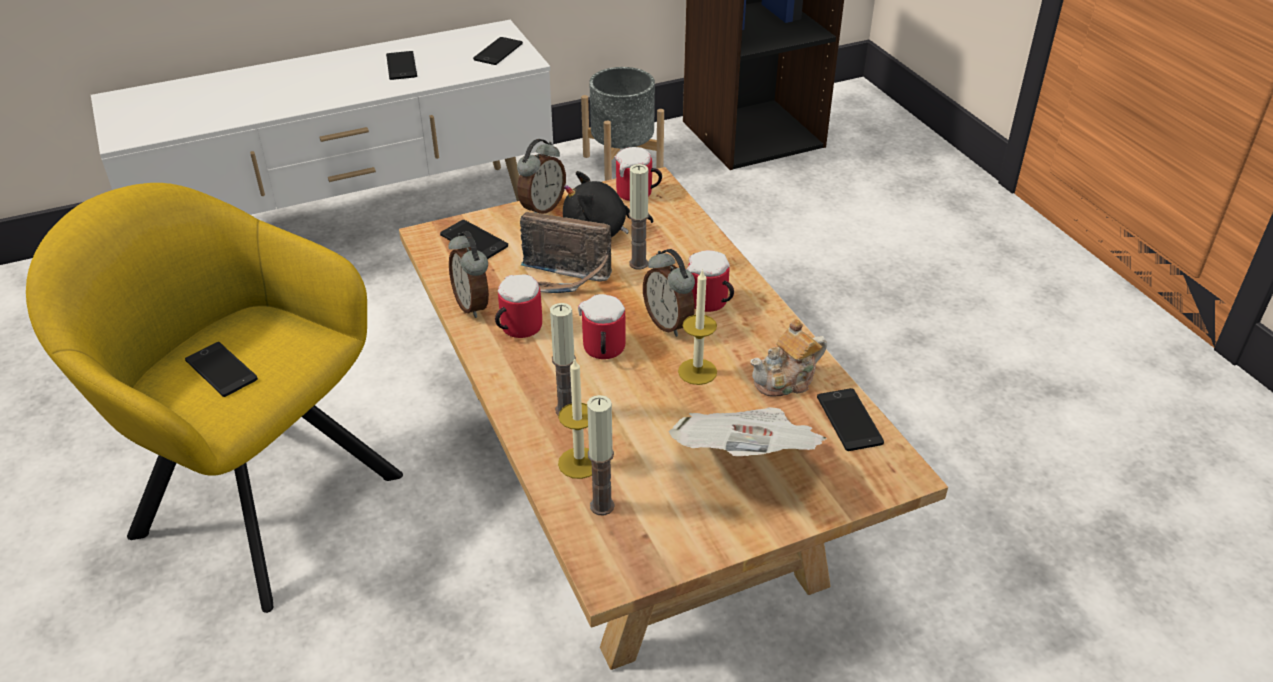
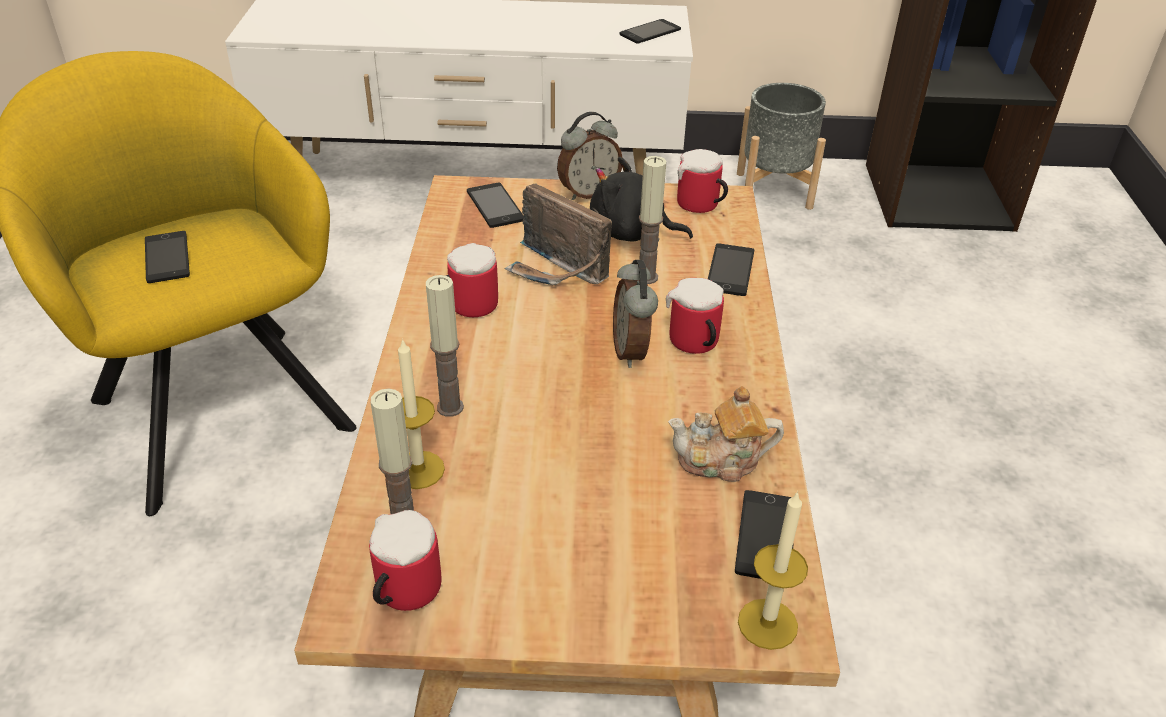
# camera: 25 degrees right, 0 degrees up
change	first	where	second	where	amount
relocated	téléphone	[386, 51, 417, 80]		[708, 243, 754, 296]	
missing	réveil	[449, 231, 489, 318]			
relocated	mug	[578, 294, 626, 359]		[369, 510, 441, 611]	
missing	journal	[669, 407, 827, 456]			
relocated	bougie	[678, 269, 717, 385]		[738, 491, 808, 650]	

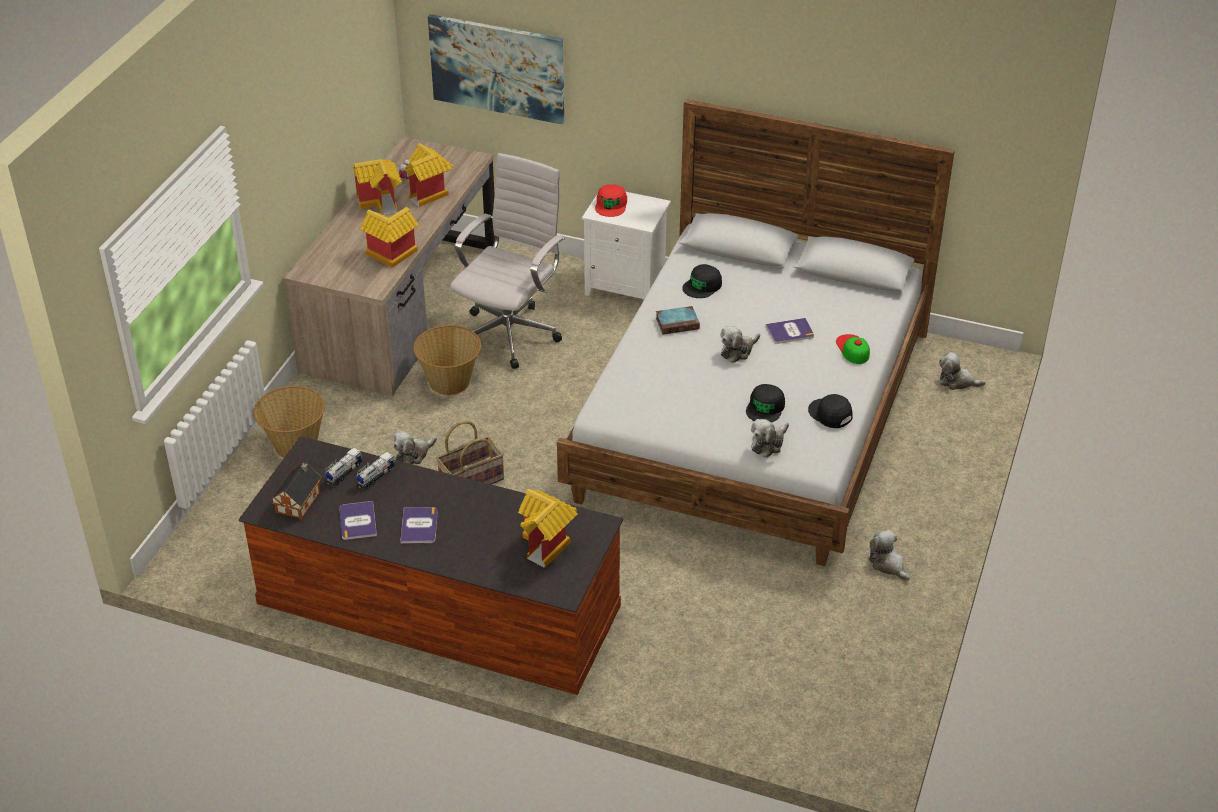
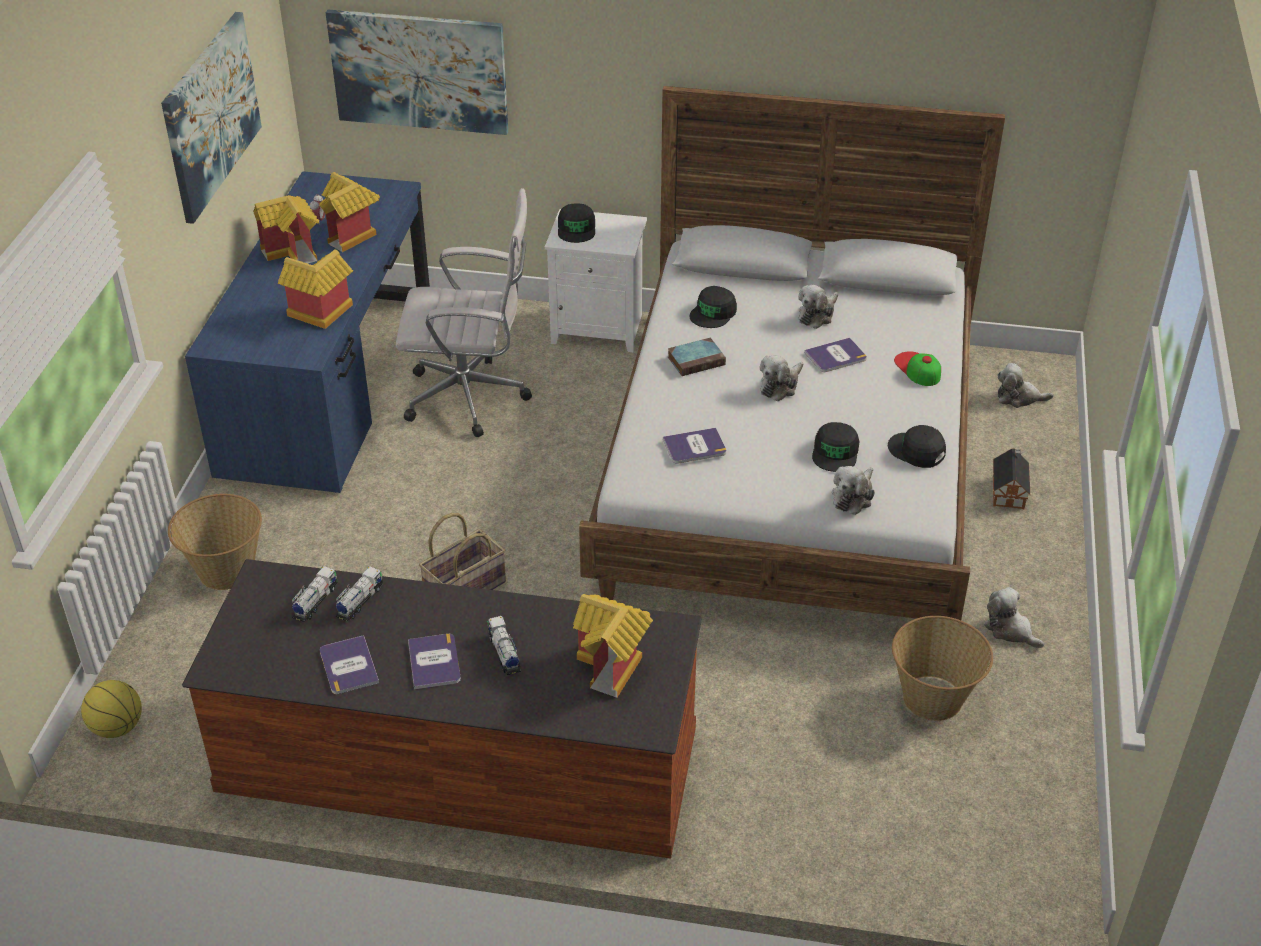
# camera: 10 degrees left, 0 degrees up
change	first	where	second	where	amount
relocated	maison miniature	[271, 462, 321, 519]		[993, 448, 1030, 509]	
colour	bureau (marron)	[284, 136, 495, 396]	bureau (bleu)	[185, 171, 430, 493]	
relocated	peluche	[393, 431, 437, 464]		[798, 285, 838, 329]	
relocated	panier	[413, 325, 481, 395]		[892, 616, 993, 721]	
spun	chaise de bureau (blanc)	[450, 153, 565, 369]		[396, 188, 532, 437]	75 degrees clockwise
colour	casquette (rouge)	[595, 184, 627, 217]	casquette (noir)	[558, 203, 595, 243]	
appeared			ballon de basket	[81, 680, 142, 738]	
appeared			tableau	[161, 12, 262, 224]	
appeared			camion jouet	[487, 616, 521, 675]	
appeared			livre	[663, 428, 726, 464]	

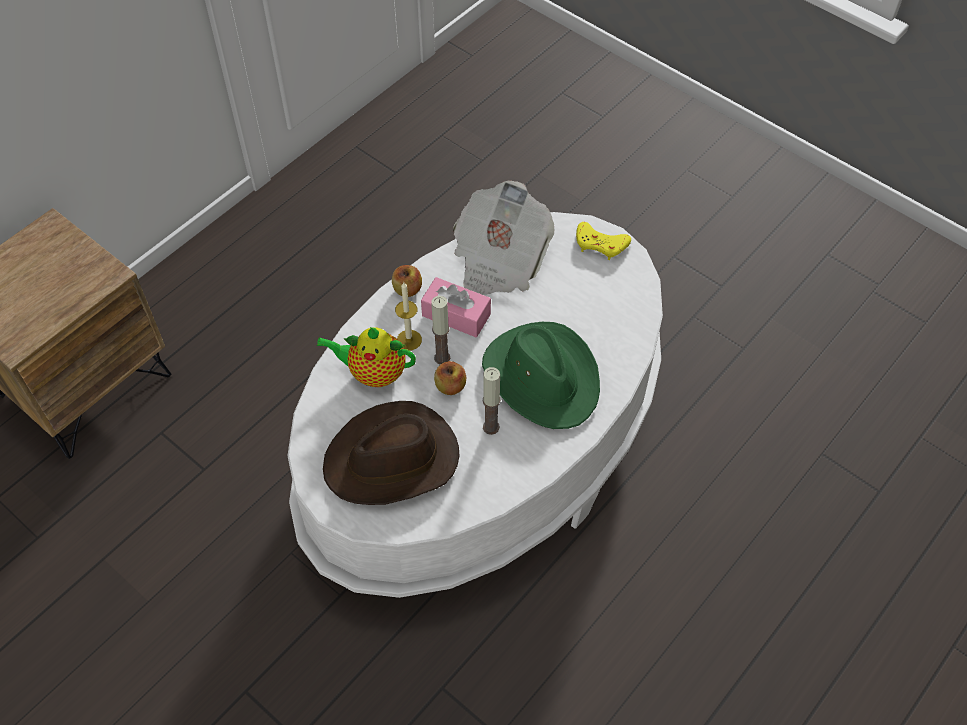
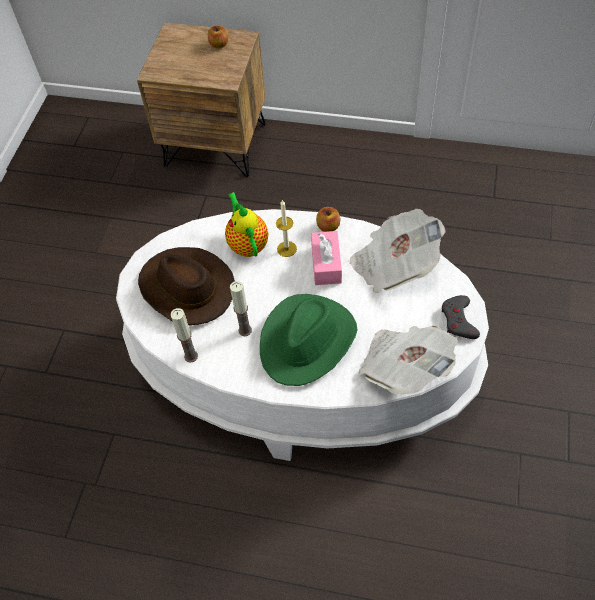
# camera: 65 degrees right, 0 degrees up
change	first	where	second	where	amount
relocated	bougie	[431, 296, 450, 365]		[170, 308, 198, 363]	
relocated	pomme	[434, 361, 466, 395]		[208, 26, 228, 49]	
colour	manette (jaune)	[576, 222, 631, 260]	manette (gris)	[442, 295, 480, 339]	
appeared			journal	[358, 326, 458, 394]	

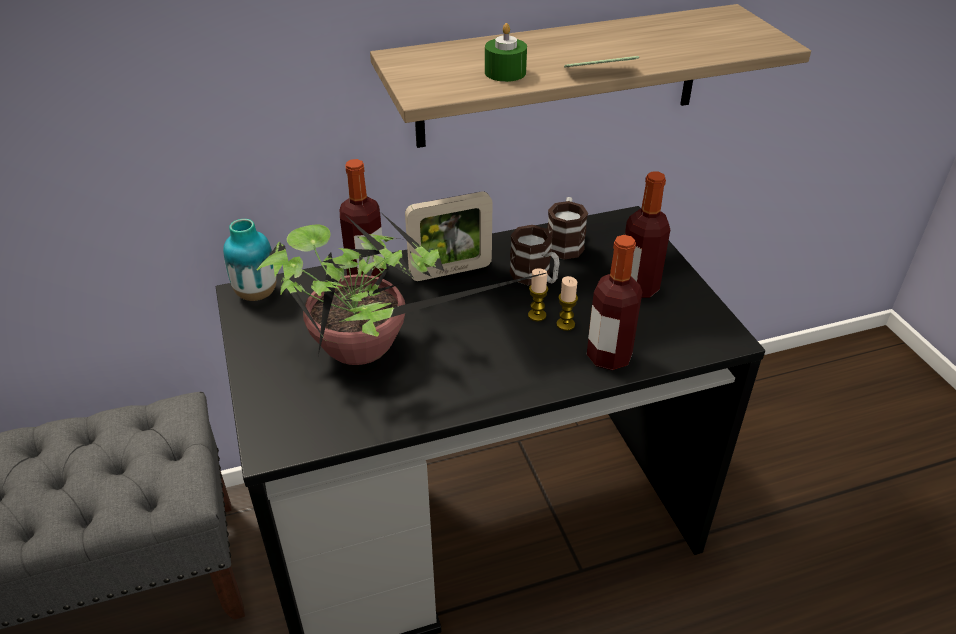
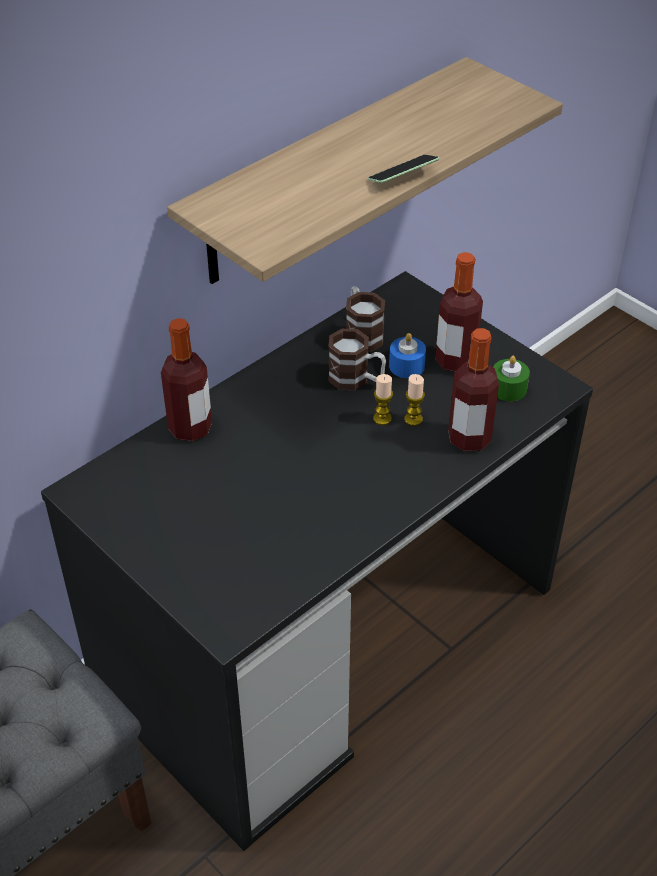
# camera: 25 degrees left, 5 degrees up
change	first	where	second	where	amount
missing	vase	[223, 219, 277, 301]			
missing	plante en pot	[257, 215, 557, 365]			
missing	cadre photo	[405, 191, 493, 281]			
relocated	bougie (vert)	[485, 23, 527, 82]		[494, 356, 530, 401]	
appeared			bougie (bleu)	[389, 333, 426, 378]	

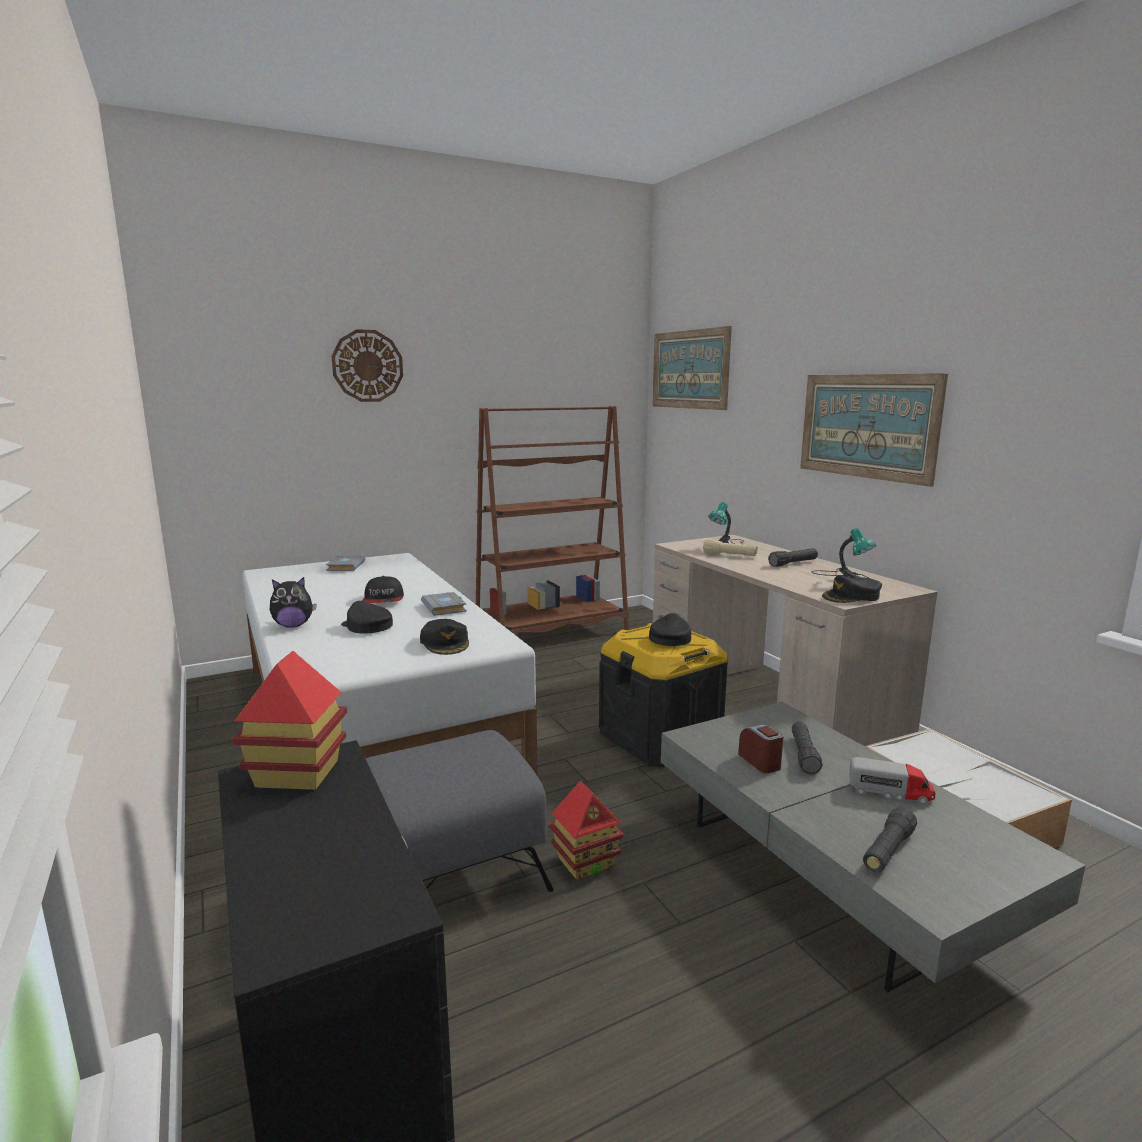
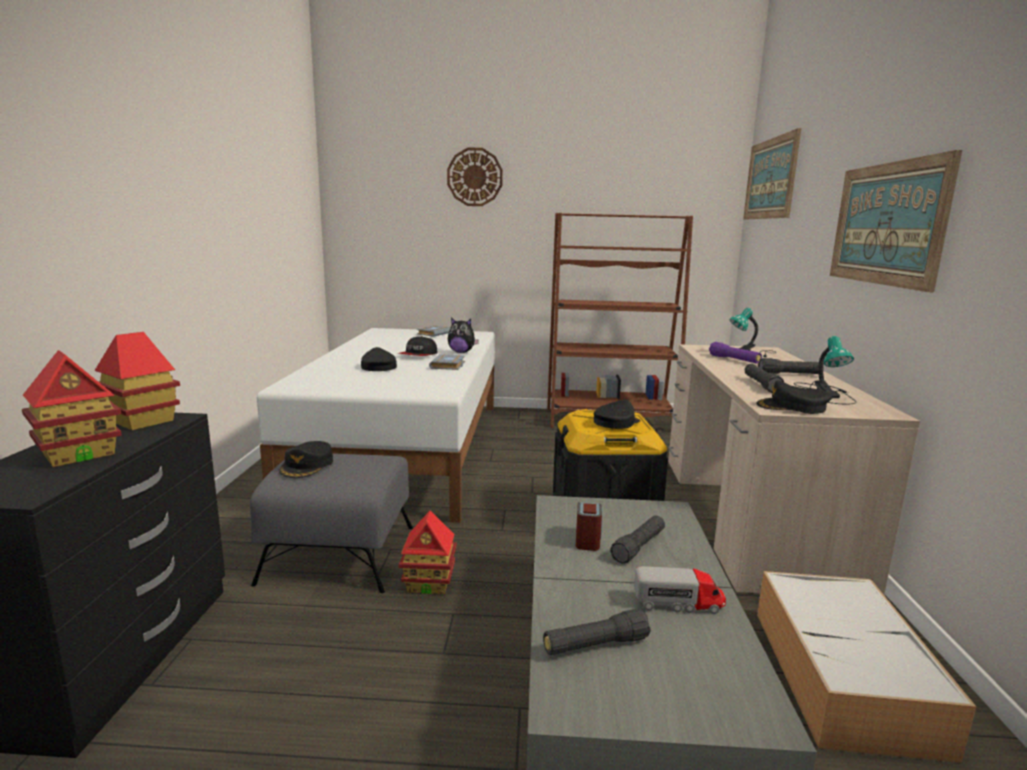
# camera: 30 degrees right, 0 degrees up
change	first	where	second	where	amount
relocated	peluche	[270, 577, 317, 628]		[448, 318, 479, 353]	
relocated	casquette (noir)	[420, 619, 469, 655]		[279, 441, 333, 478]	
colour	lampe de poche (beige)	[703, 539, 758, 556]	lampe de poche (violet)	[709, 342, 762, 364]	
spun	camion jouet	[849, 757, 935, 805]		[634, 566, 726, 614]	45 degrees counterclockwise
appeared			maison miniature	[22, 350, 122, 467]	
appeared			lampe de poche (noir)	[745, 364, 784, 393]	

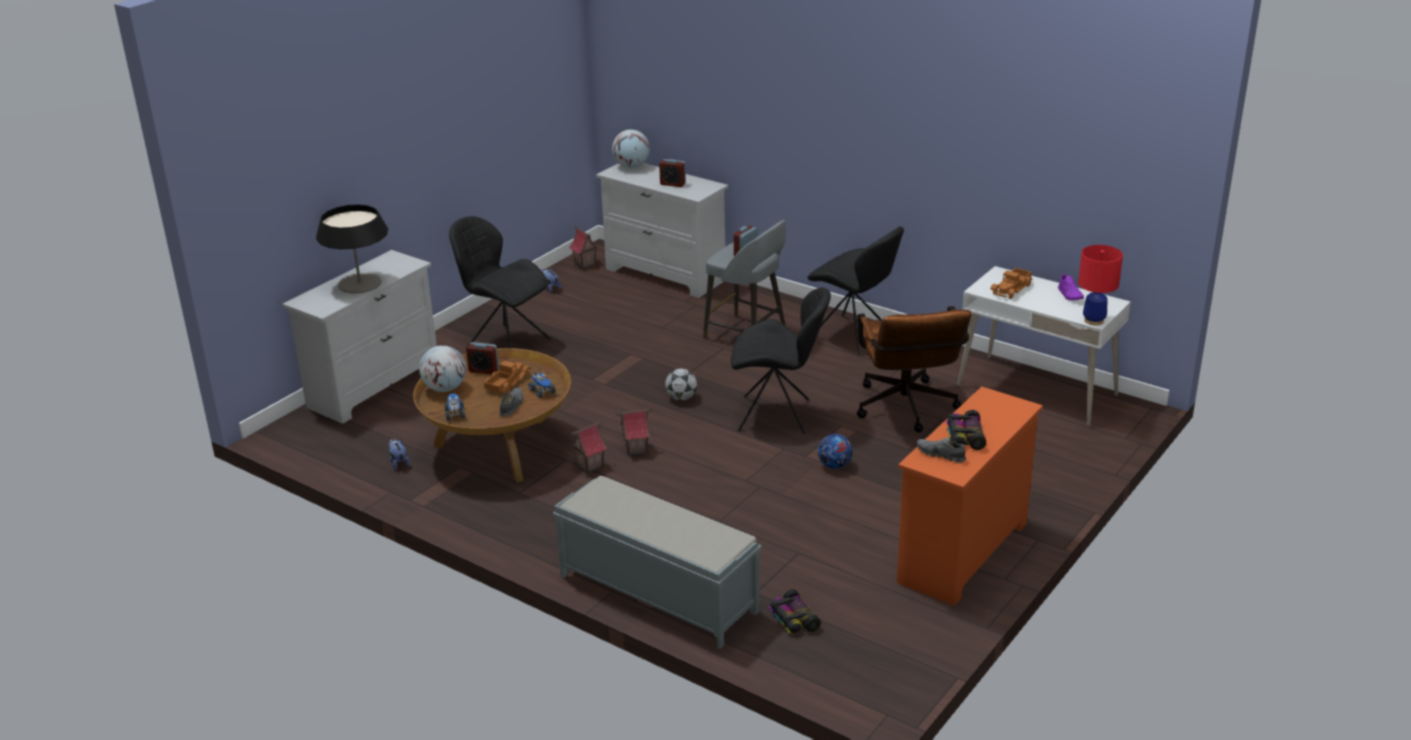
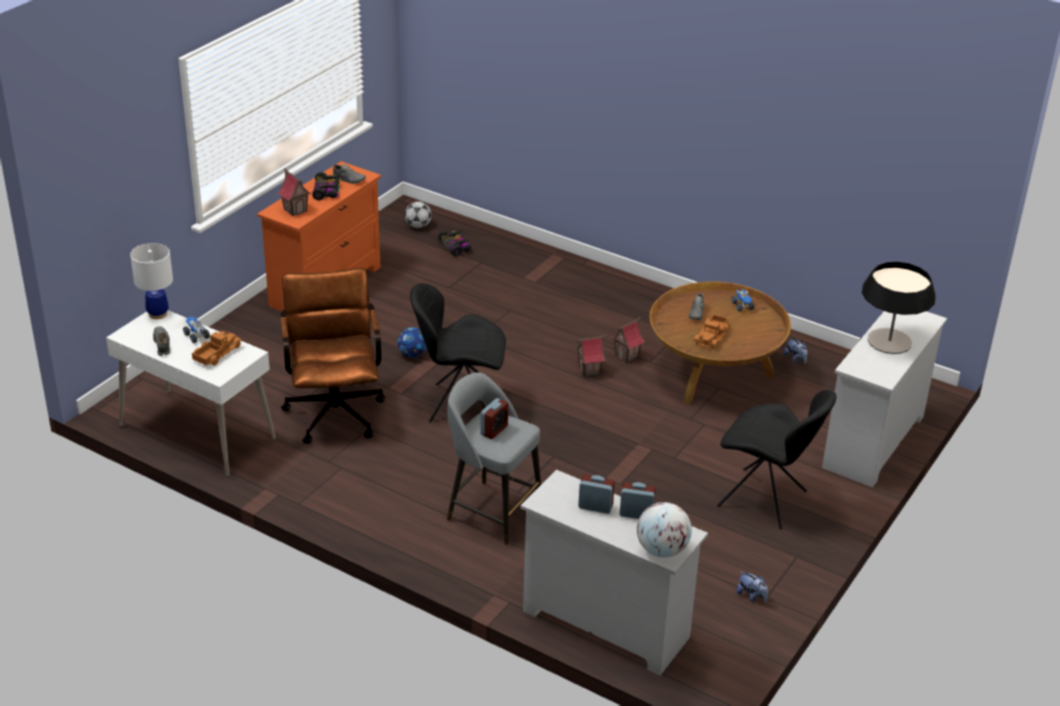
# camera: 175 degrees right, 5 degrees up
change	first	where	second	where	amount
missing	globe	[419, 345, 466, 392]			
relocated	réveil	[466, 342, 499, 374]		[620, 482, 656, 519]	
relocated	camion jouet	[528, 371, 556, 398]		[183, 317, 210, 343]	
missing	banc (gris)	[553, 476, 762, 649]			
relocated	maison miniature	[569, 226, 599, 268]		[278, 168, 311, 216]	
relocated	ballon de foot	[665, 369, 697, 401]		[405, 201, 432, 228]	
missing	chaise (noir)	[807, 226, 904, 355]			
colour	chaussure (violet)	[1058, 274, 1084, 301]	chaussure (gris)	[153, 326, 170, 356]	
colour	lampe de table (rouge)	[1078, 245, 1123, 326]	lampe de table (blanc)	[130, 243, 173, 319]	

